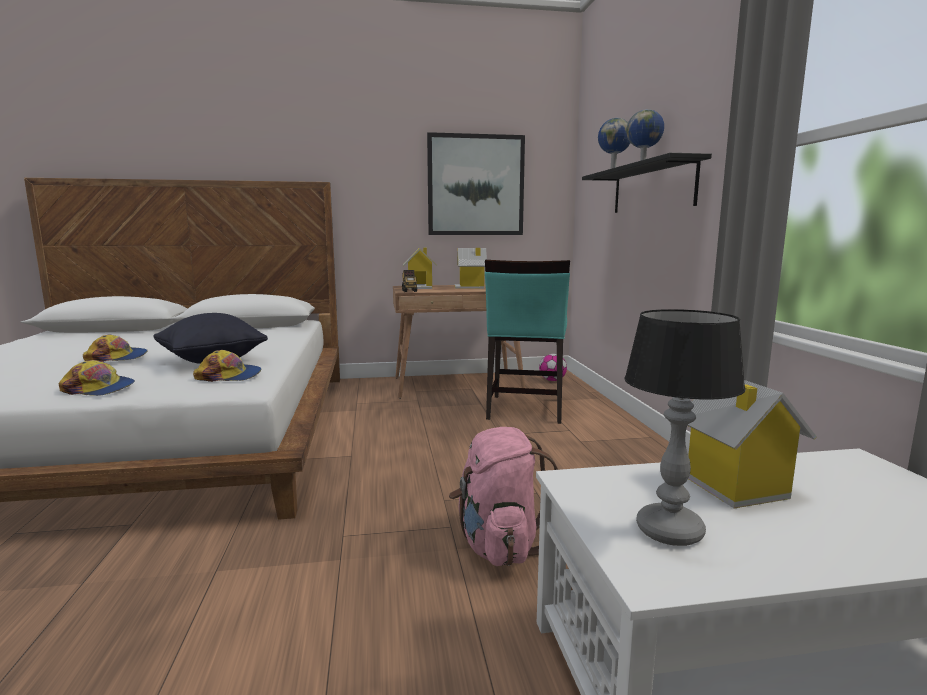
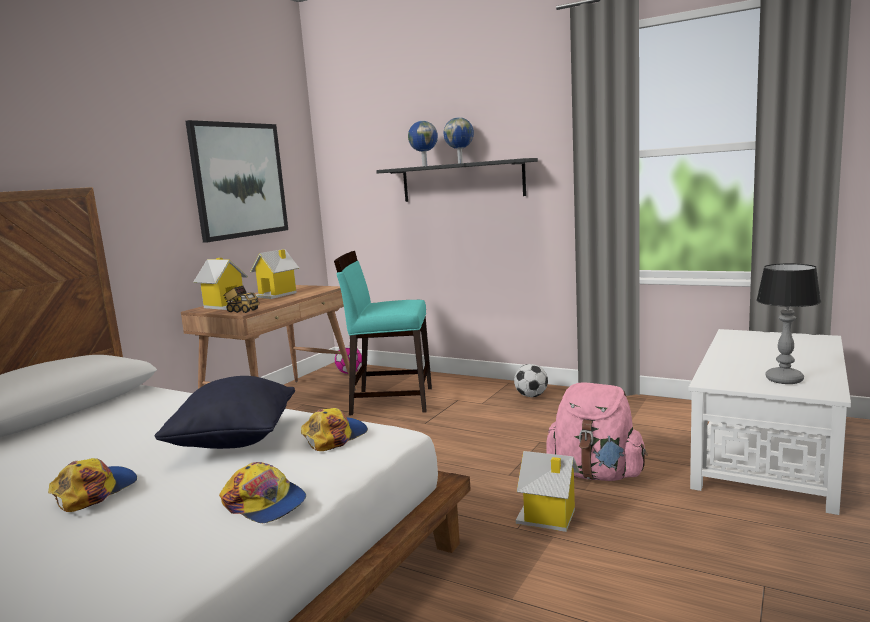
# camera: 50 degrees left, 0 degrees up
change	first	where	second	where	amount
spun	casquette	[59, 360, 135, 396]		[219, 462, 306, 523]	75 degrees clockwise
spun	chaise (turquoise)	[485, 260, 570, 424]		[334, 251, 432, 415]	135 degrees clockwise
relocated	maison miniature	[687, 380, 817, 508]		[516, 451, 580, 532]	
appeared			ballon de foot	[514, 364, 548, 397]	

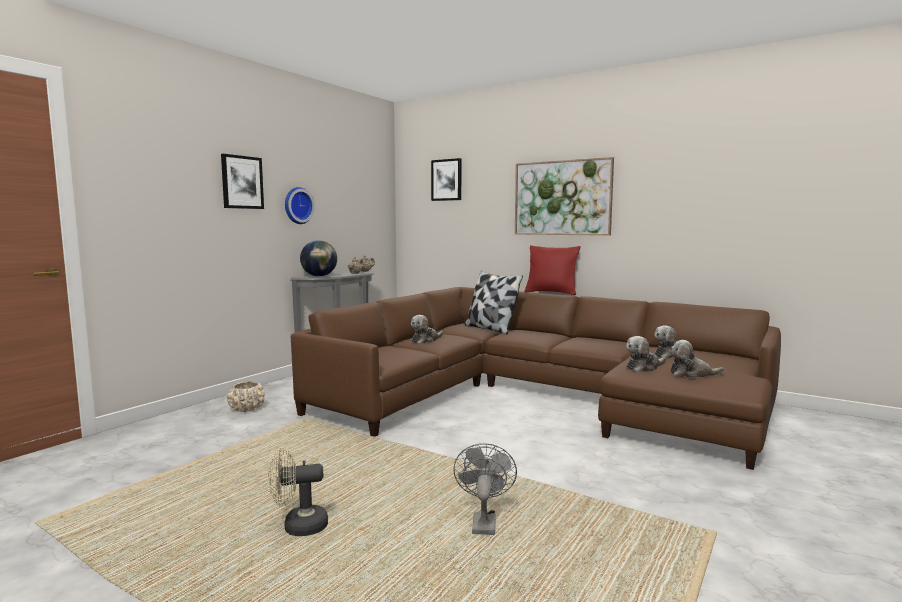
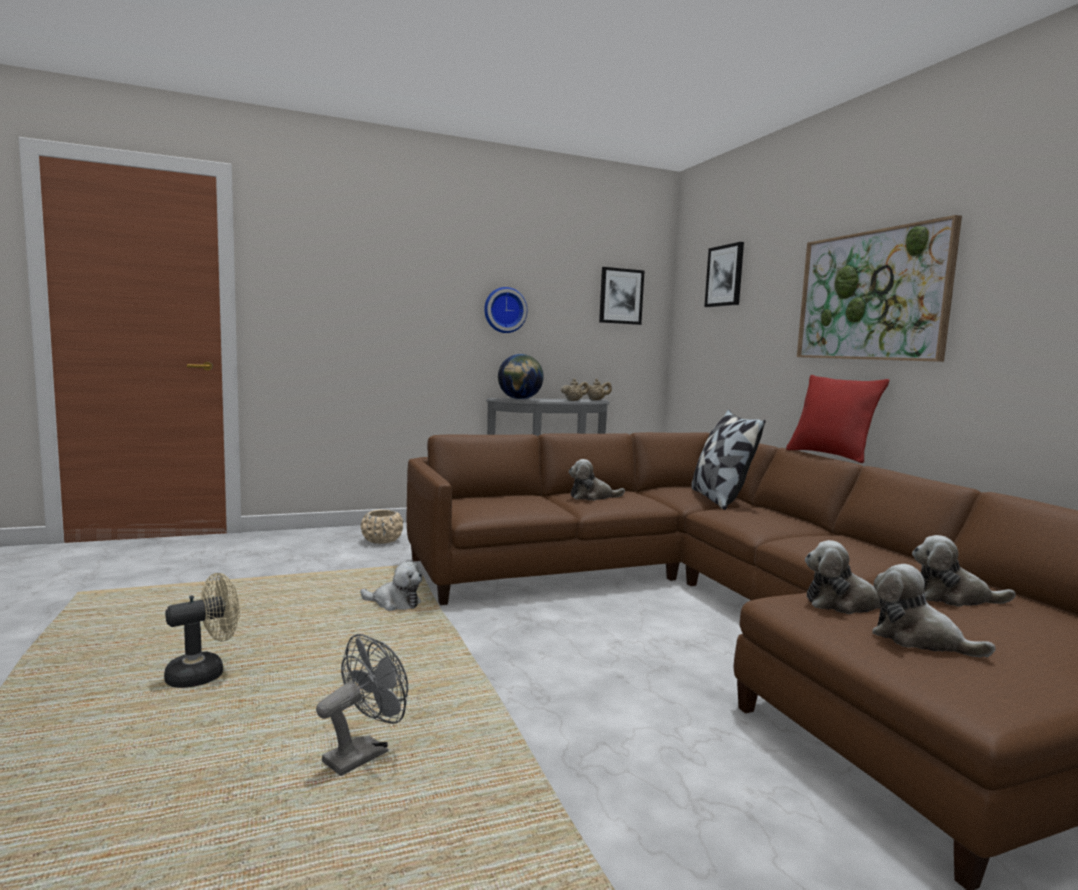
# camera: 35 degrees right, 0 degrees up
change	first	where	second	where	amount
relocated	tableau	[221, 154, 264, 209]		[599, 267, 645, 325]	
spun	ventilateur (beige)	[268, 447, 328, 536]		[164, 573, 240, 688]	120 degrees clockwise
appeared			peluche	[360, 561, 422, 611]	

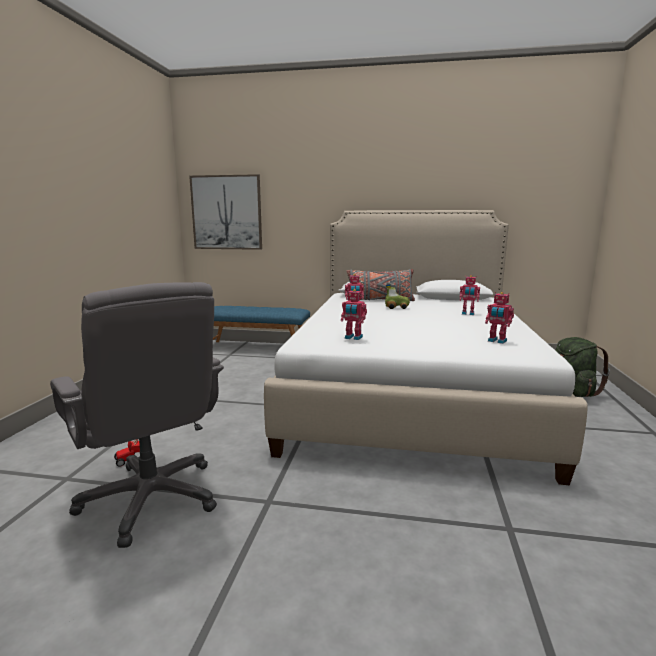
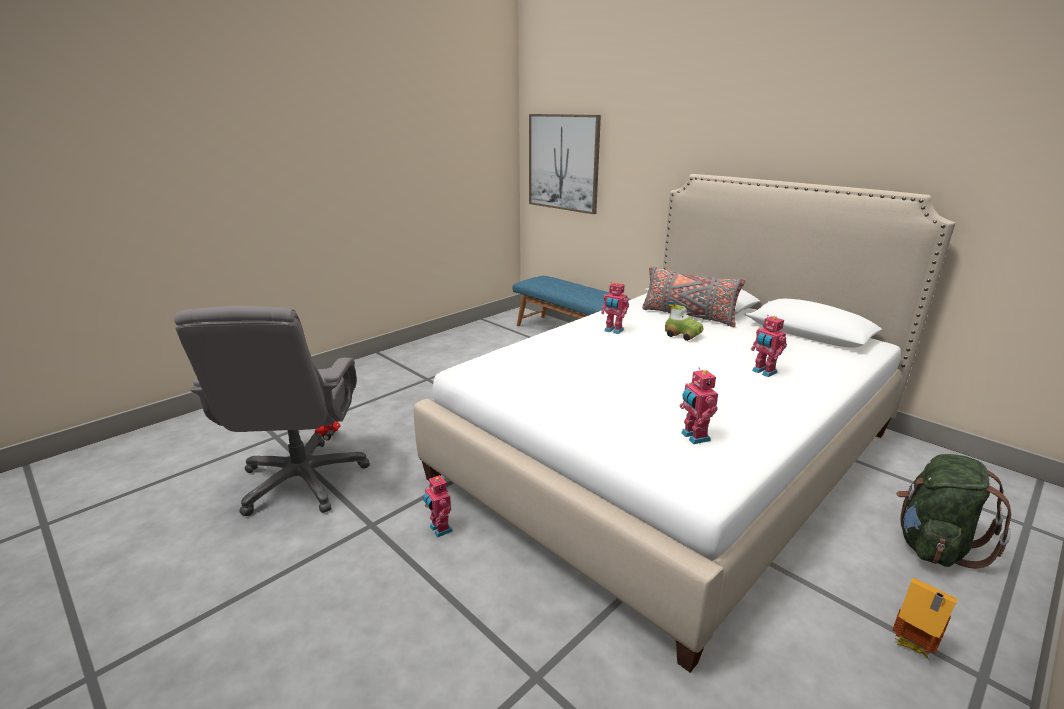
# camera: 35 degrees right, 10 degrees up
change	first	where	second	where	amount
relocated	robot jouet	[341, 289, 367, 340]		[423, 475, 453, 538]	
appeared			maison miniature	[892, 577, 958, 659]	

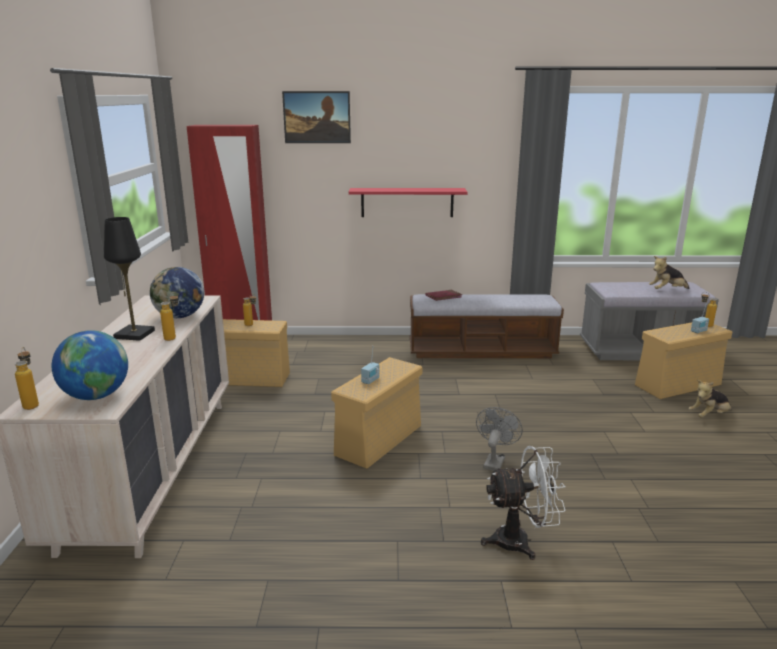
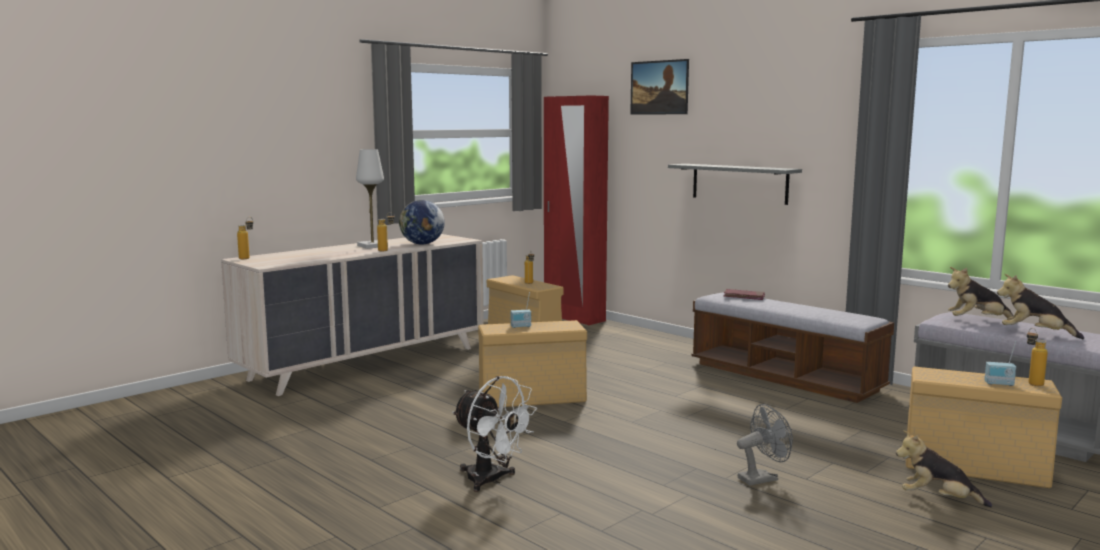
# camera: 45 degrees right, 10 degrees down
change	first	where	second	where	amount
missing	globe	[52, 330, 128, 400]			
colour	lampe de table (noir)	[104, 217, 155, 341]	lampe de table (blanc)	[356, 149, 384, 249]	
colour	étagère (rouge)	[349, 188, 468, 217]	étagère (gris)	[668, 164, 802, 205]	
relocated	ventilateur (gris)	[476, 407, 523, 471]		[737, 404, 793, 486]	
appeared			peluche	[948, 267, 1014, 318]	

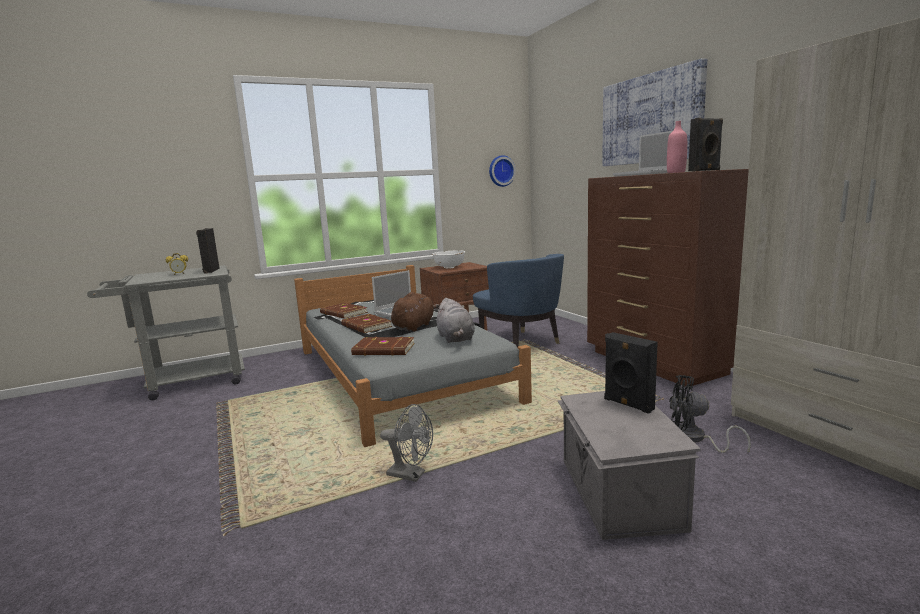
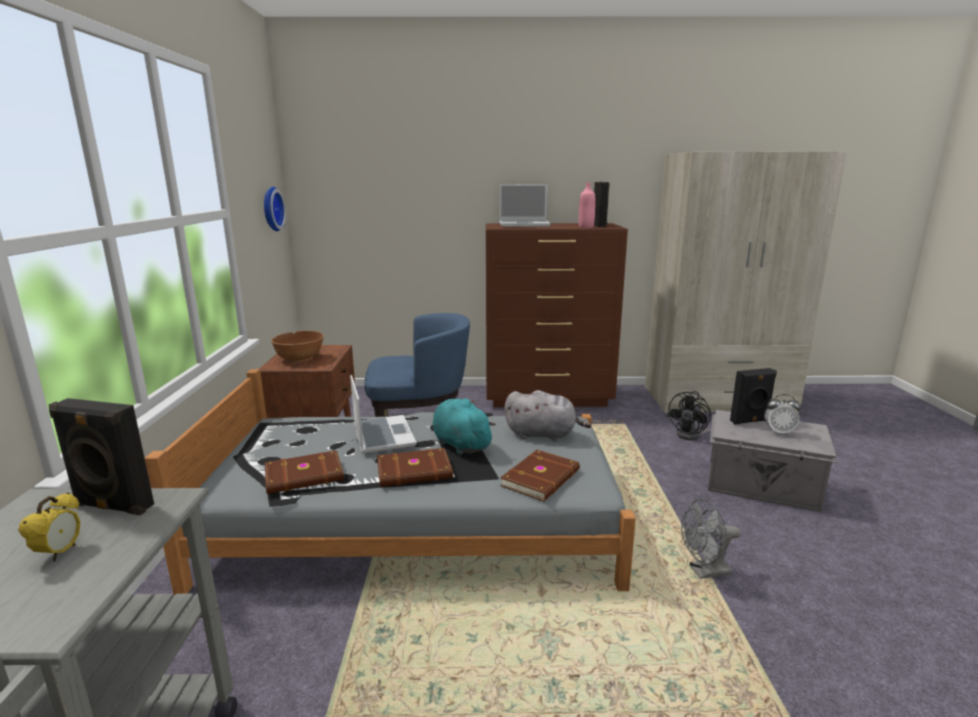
# camera: 65 degrees left, 5 degrees up
change	first	where	second	where	amount
spun	ventilateur (gris)	[380, 404, 433, 482]		[681, 499, 741, 579]	150 degrees counterclockwise
colour	peluche (marron)	[391, 292, 440, 332]	peluche (turquoise)	[433, 399, 496, 455]	
colour	bol (blanc)	[432, 250, 465, 269]	bol (marron)	[271, 331, 324, 362]	
missing	tableau	[602, 58, 707, 166]			
appeared			réveil	[764, 394, 801, 435]	

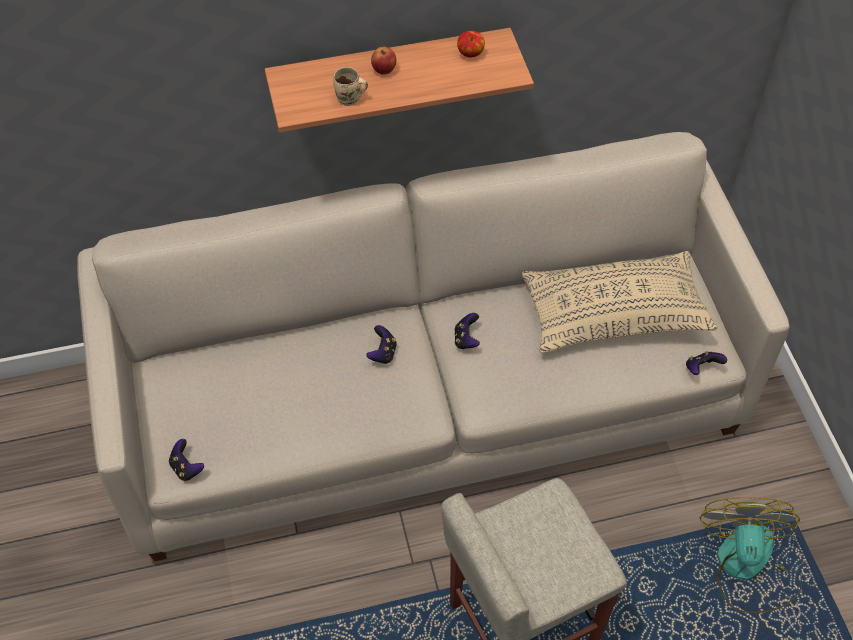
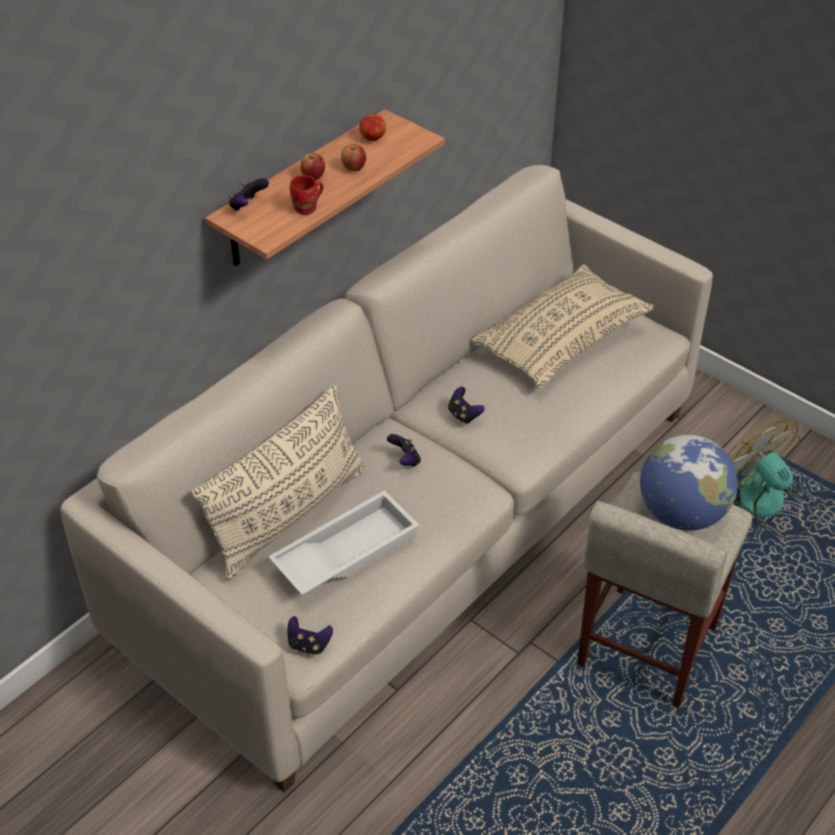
# camera: 35 degrees left, 10 degrees down
change	first	where	second	where	amount
colour	mug (beige)	[333, 67, 368, 106]	mug (rouge)	[290, 175, 323, 215]	
relocated	manette	[686, 351, 727, 375]		[229, 178, 269, 211]	
appeared			coussin (beige)	[191, 384, 367, 580]	
appeared			plateau (blanc)	[268, 490, 419, 595]	
appeared			pomme	[341, 144, 366, 171]	
appeared			globe	[640, 435, 738, 531]	

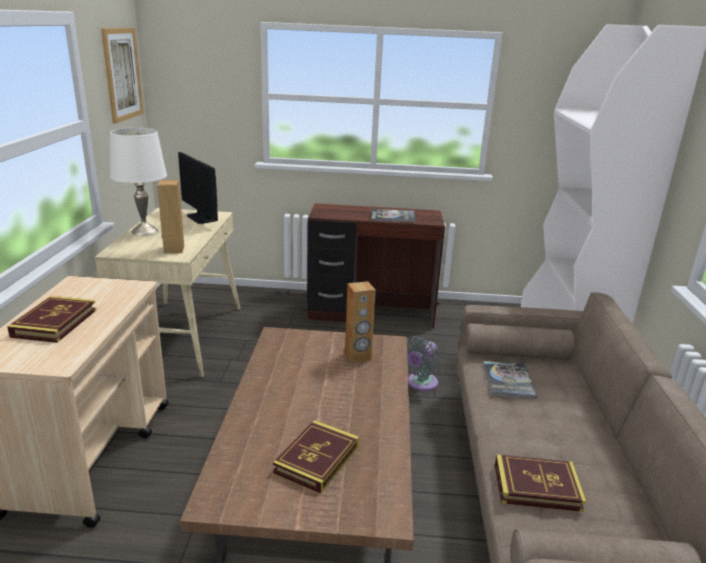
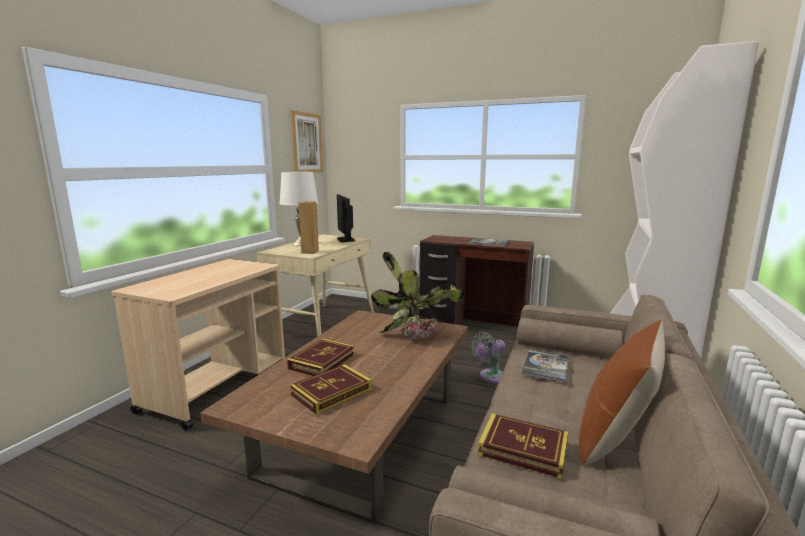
# camera: 20 degrees right, 10 degrees down
change	first	where	second	where	amount
relocated	livre	[7, 296, 96, 343]		[287, 339, 355, 376]	
exchanged	enceinte (marron)	[345, 281, 376, 363]	plante en pot	[371, 252, 464, 340]	
appeared			coussin (marron)	[579, 319, 665, 465]	

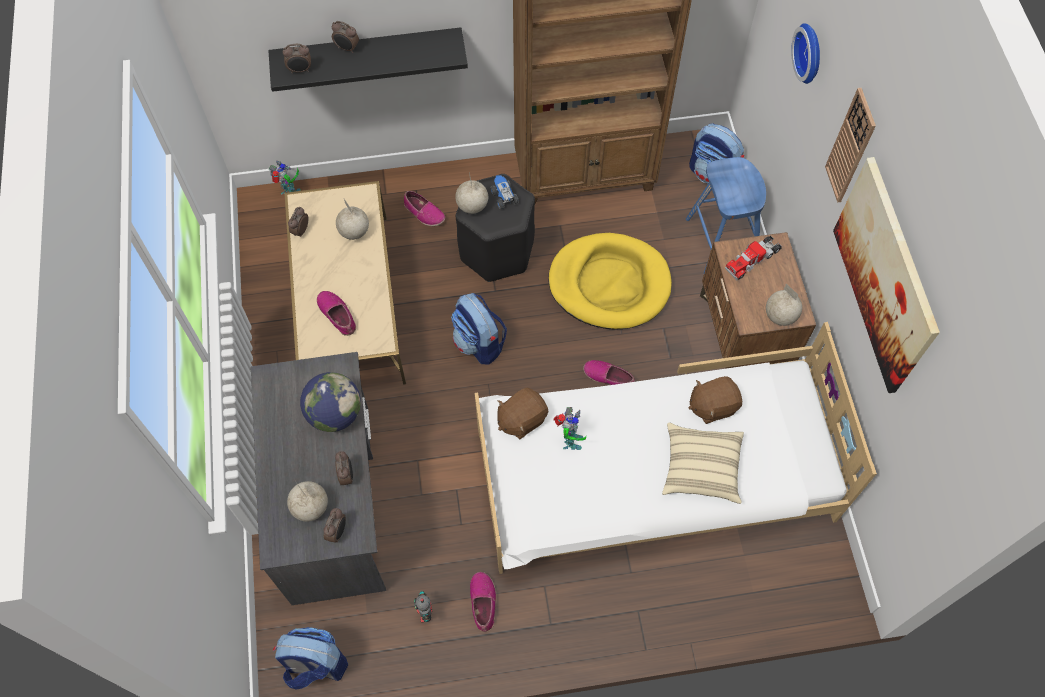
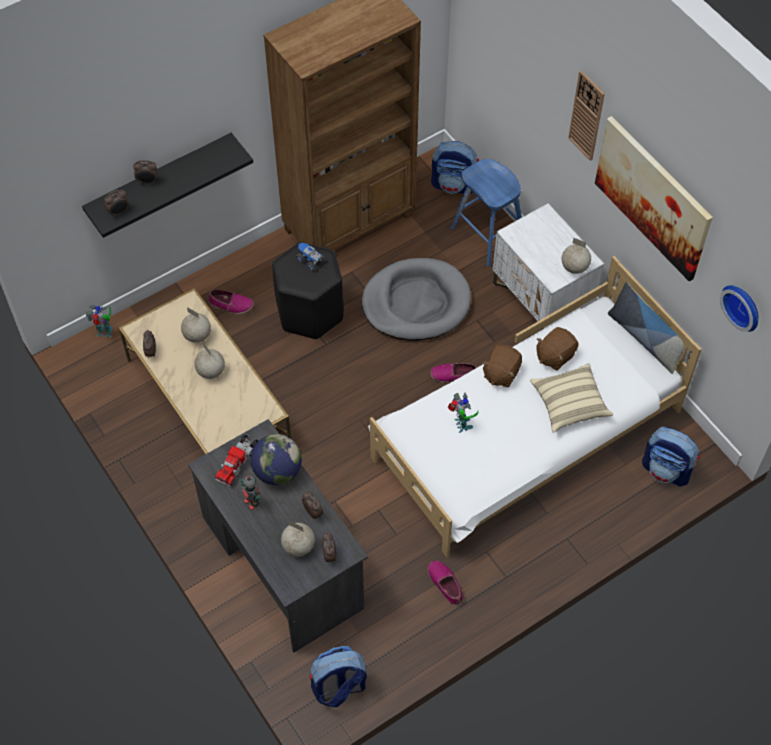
# camera: 25 degrees left, 5 degrees down
change	first	where	second	where	amount
missing	chaussure	[317, 291, 356, 336]			
relocated	robot jouet	[414, 591, 433, 623]		[241, 475, 260, 511]	
relocated	sac à dos	[451, 293, 507, 365]		[642, 426, 700, 487]	
relocated	globe	[455, 172, 488, 214]		[194, 343, 225, 379]	
relocated	peluche (marron)	[497, 388, 548, 439]		[482, 345, 522, 388]	
colour	panier pour chien (jaune)	[548, 233, 672, 330]	panier pour chien (gris)	[362, 258, 471, 341]	
colour	table de chevet (marron)	[700, 232, 816, 368]	table de chevet (blanc)	[493, 204, 604, 329]	
relocated	camion jouet	[725, 235, 782, 280]		[215, 434, 259, 487]	
relocated	horloge murale	[791, 23, 820, 84]		[720, 285, 758, 332]	
appeared			coussin	[608, 282, 684, 374]	

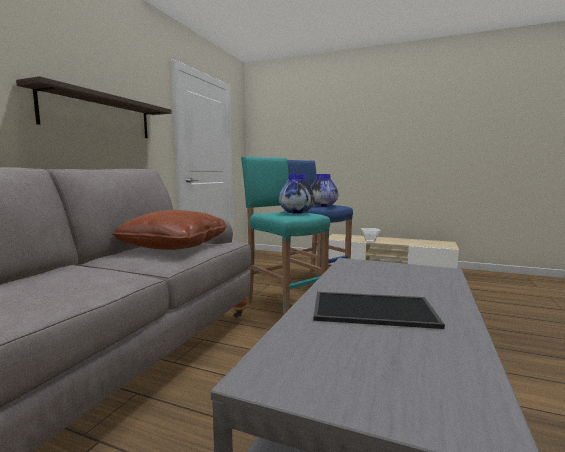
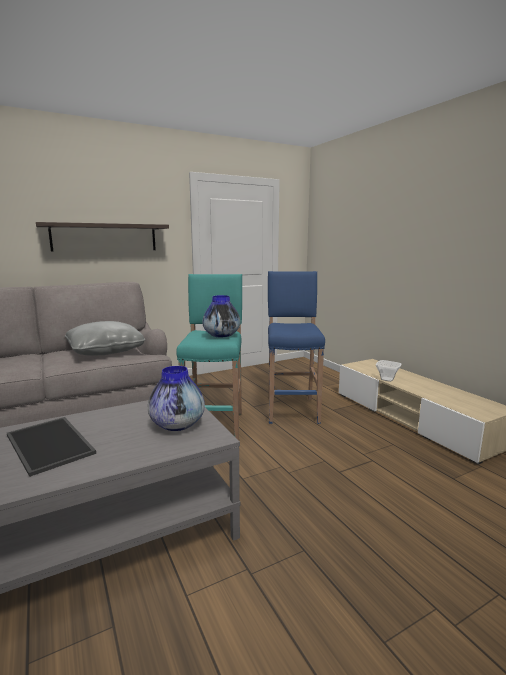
# camera: 40 degrees right, 5 degrees up
change	first	where	second	where	amount
colour	coussin (marron)	[112, 210, 227, 250]	coussin (gris)	[65, 321, 146, 355]	
relocated	vase	[310, 174, 338, 207]		[148, 366, 205, 431]	

